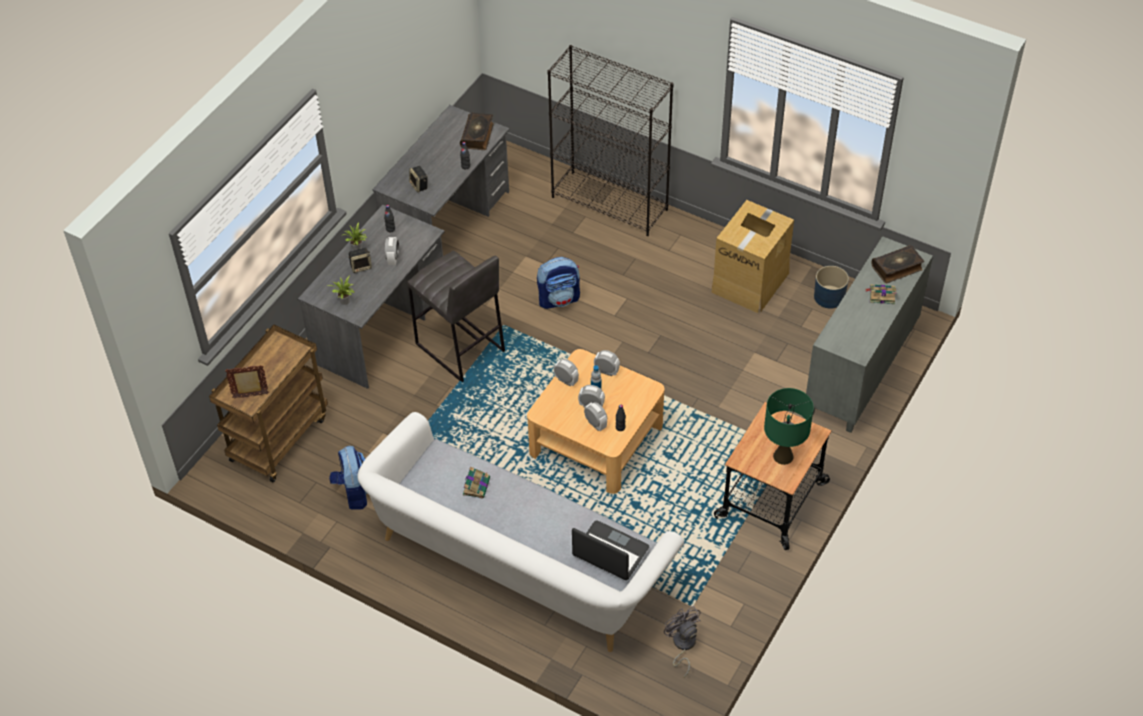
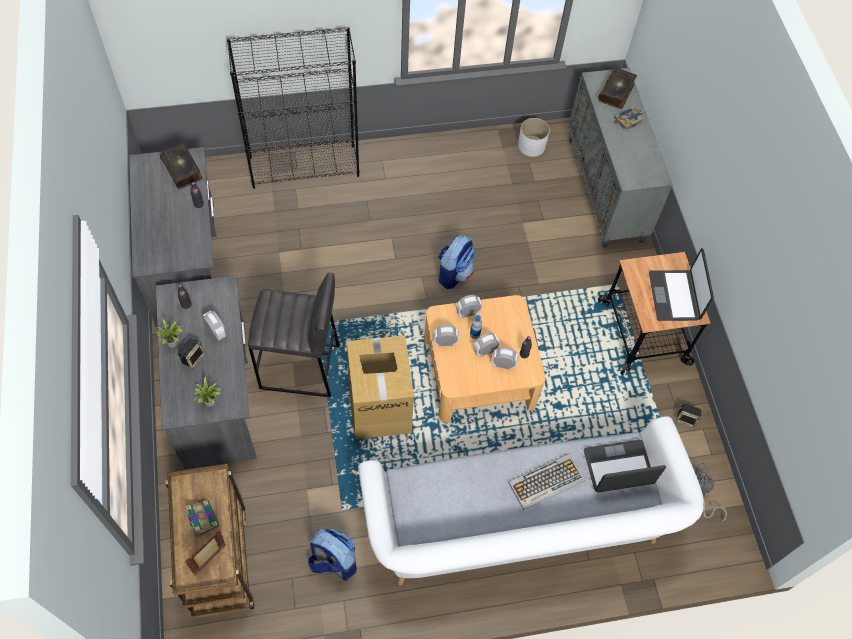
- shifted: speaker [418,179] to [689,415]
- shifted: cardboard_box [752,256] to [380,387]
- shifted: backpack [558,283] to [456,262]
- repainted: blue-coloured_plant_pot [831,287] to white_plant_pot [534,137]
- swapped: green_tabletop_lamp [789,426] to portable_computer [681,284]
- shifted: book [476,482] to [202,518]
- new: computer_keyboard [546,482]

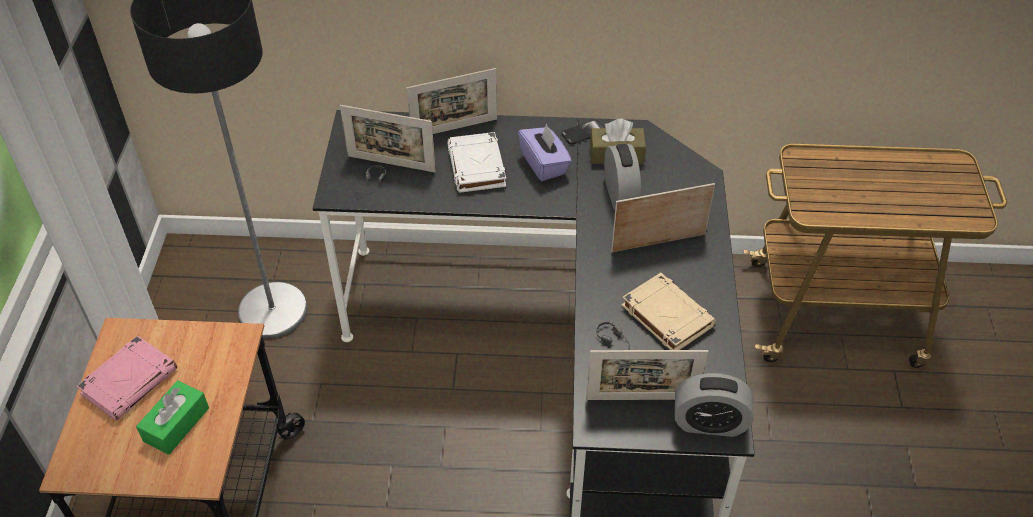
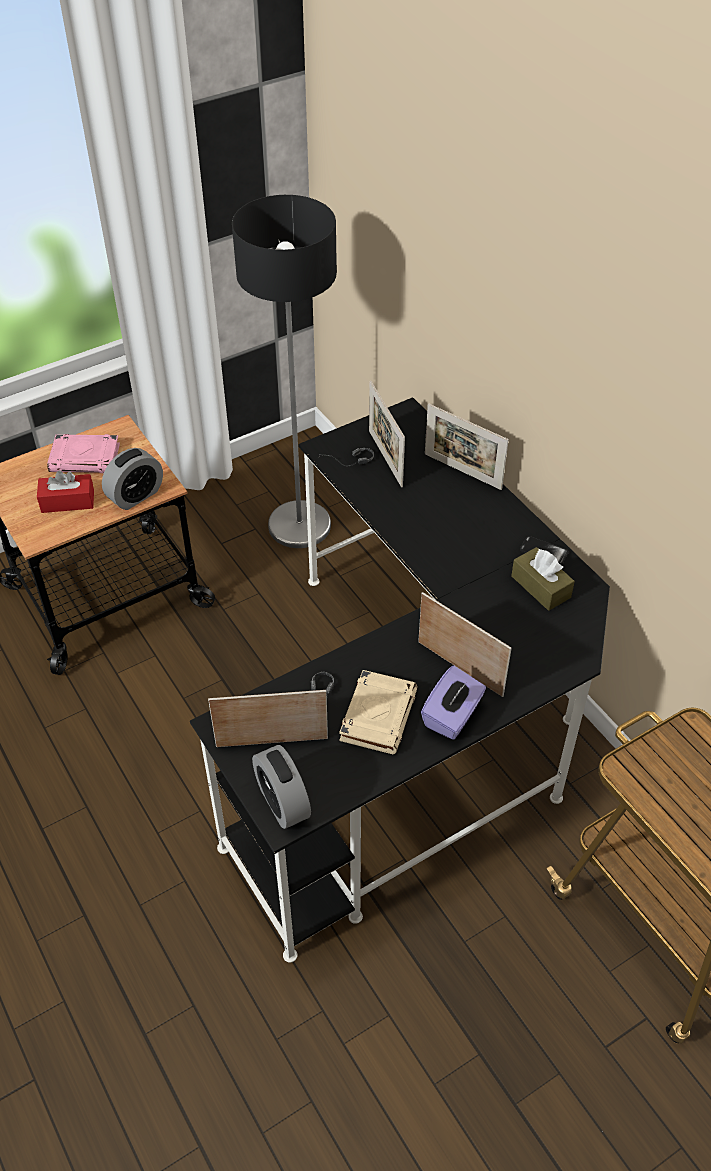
- shifted: purple-coloured_tissue_holder [545,152] to [453,703]
- gone: white_book [476,162]
- shifted: alarm_clock [622,177] to [132,479]
- rotated: standing_frame [647,375] = [268,718] 120 degrees clockwise
- repainted: green_tissue_holder [172,417] to red_tissue_holder [65,491]

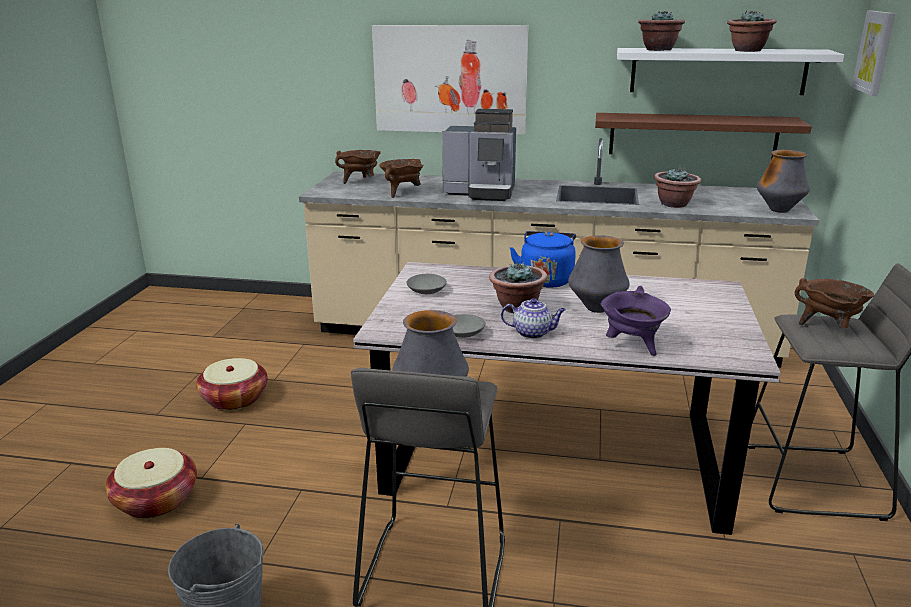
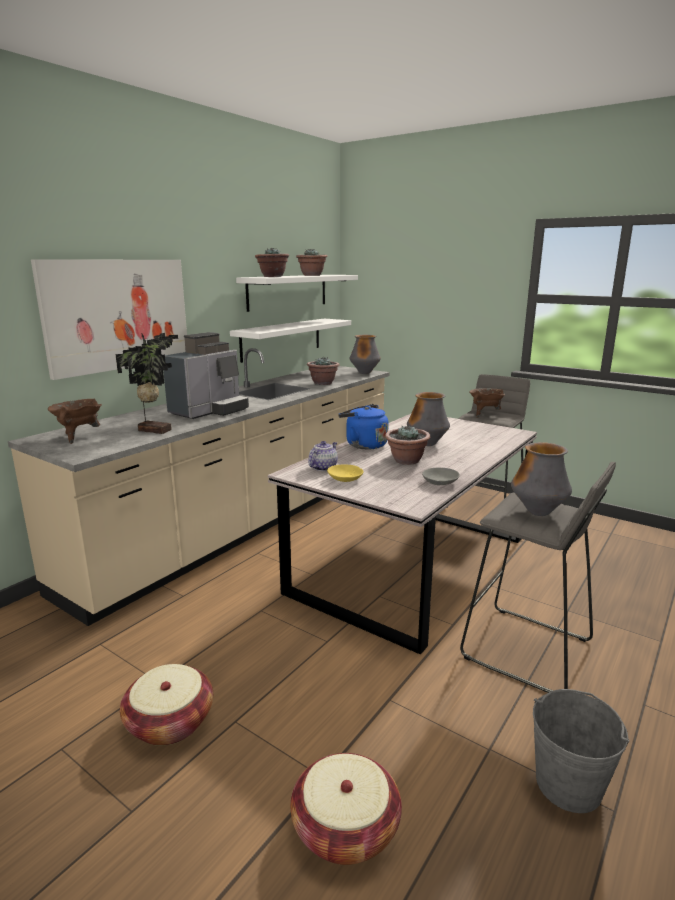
- gone: wall_picture [873,53]
- repainted: brown_shelf [703,136] to white_shelf [290,341]
- swapped: brown_stockpot [401,178] to houseplant [146,383]
- repainted: grey_bowl [427,284] to yellow_bowl [345,473]
- gone: purple-coloured_stockpot [636,321]
- shifted: teapot [533,318] to [323,456]

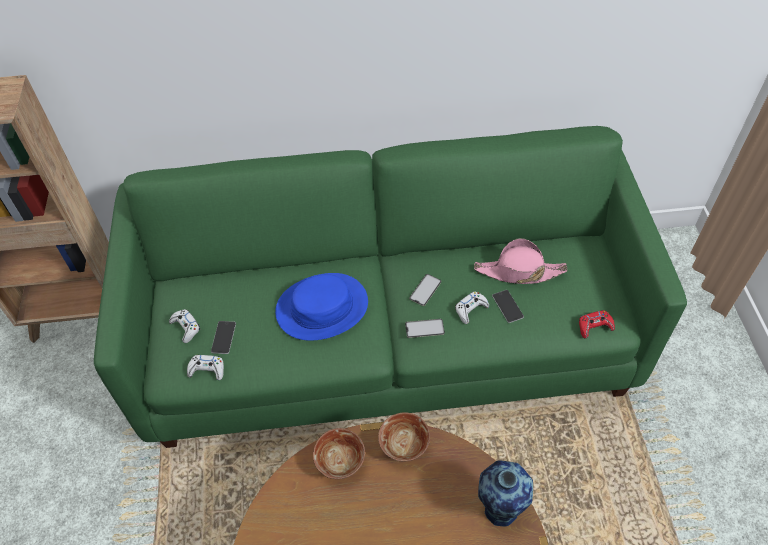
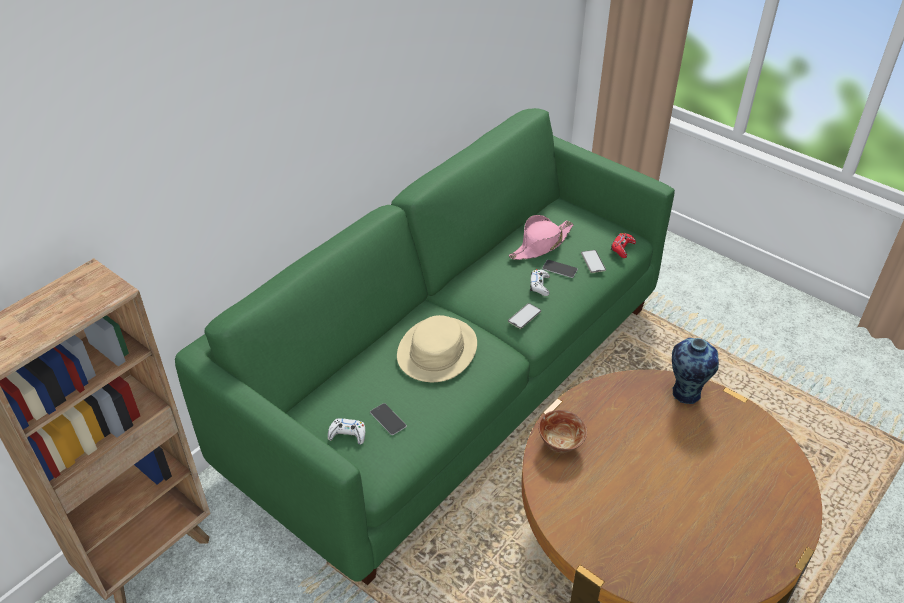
- repainted: blue-coloured_wearable_hat [321,307] to sand-coloured_wearable_hat [437,348]
- shifted: telephone [425,290] to [593,261]
- gone: white_joypad [205,367]
- gone: bowl [404,436]

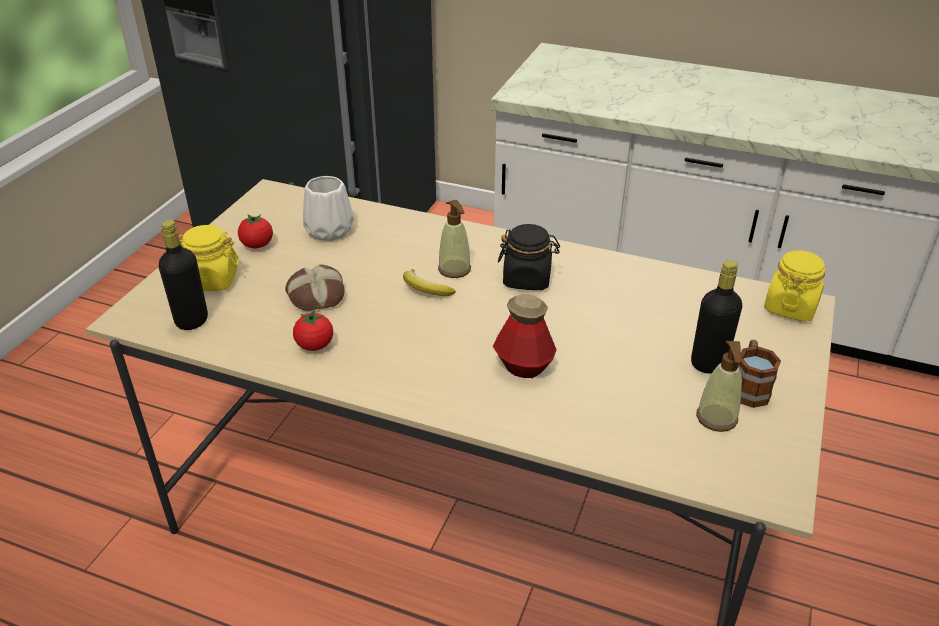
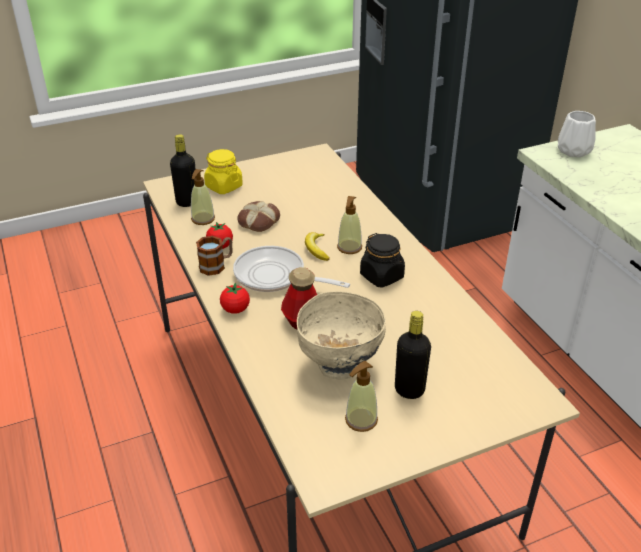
- shifted: white_vase [328,208] to [577,134]
- shifted: fresh_tomato [255,232] to [235,298]
- gone: yellow_storage_jar [794,286]
- shifted: coffee_mug [759,374] to [214,256]
- new: soap_bottle [203,197]
- new: skillet [291,269]
- new: sand-coloured_bowl [341,335]

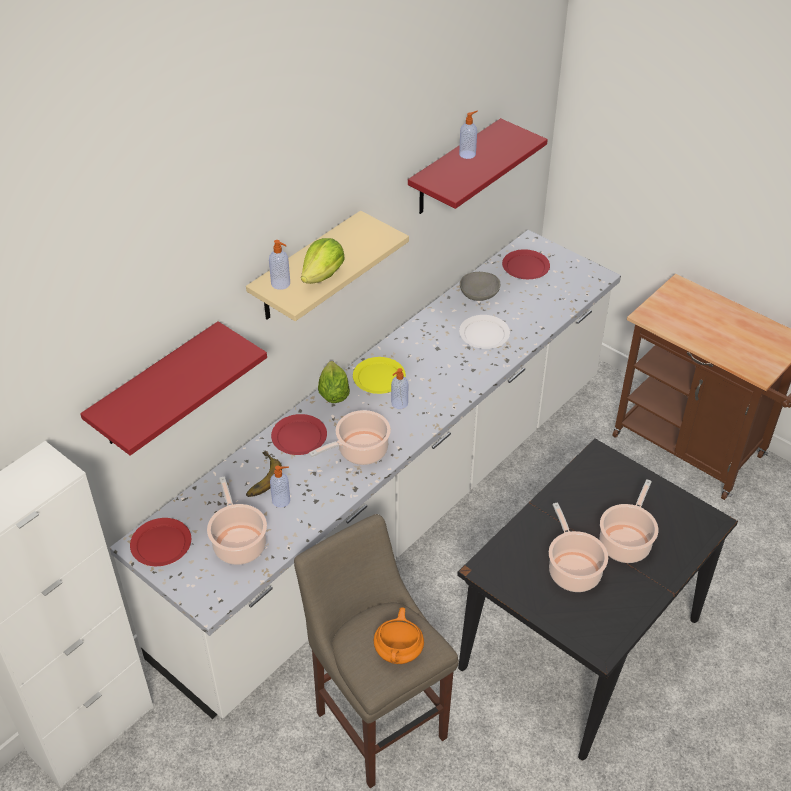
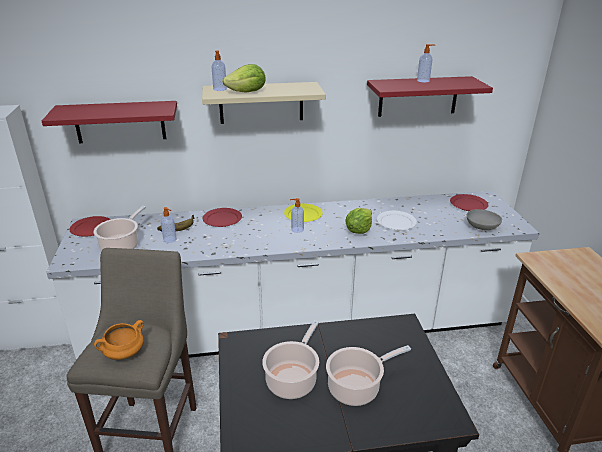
- shifted: grey_bowl [480,286] to [484,219]
- shifted: lettuce_head [334,382] to [358,221]
- gone: stockpot [350,437]

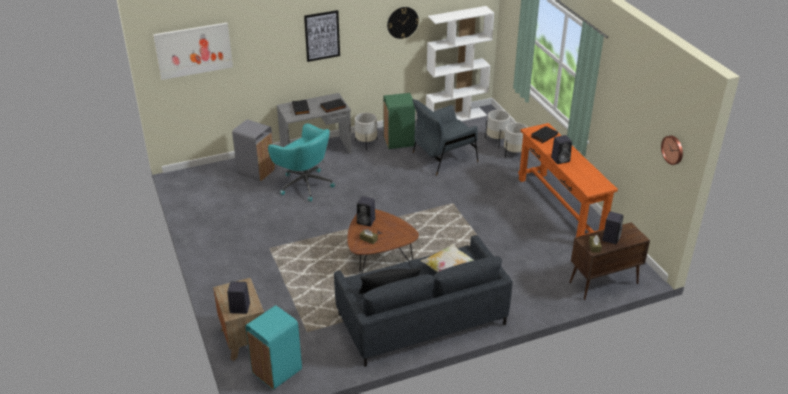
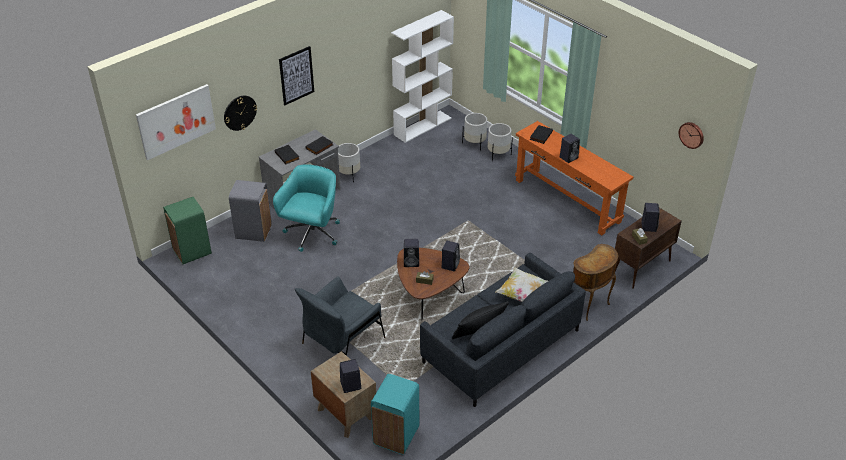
- shifted: wall_clock [403,23] to [240,113]
- shifted: green_waste_bin [399,121] to [187,230]
- shifted: grey_lounge_chair [445,137] to [340,316]
- rotated: blue-green_desk_chair [301,162] = [306,208] 90 degrees counterclockwise
- new: black-coloured_speaker [451,256]
- new: brown_side_table [595,282]

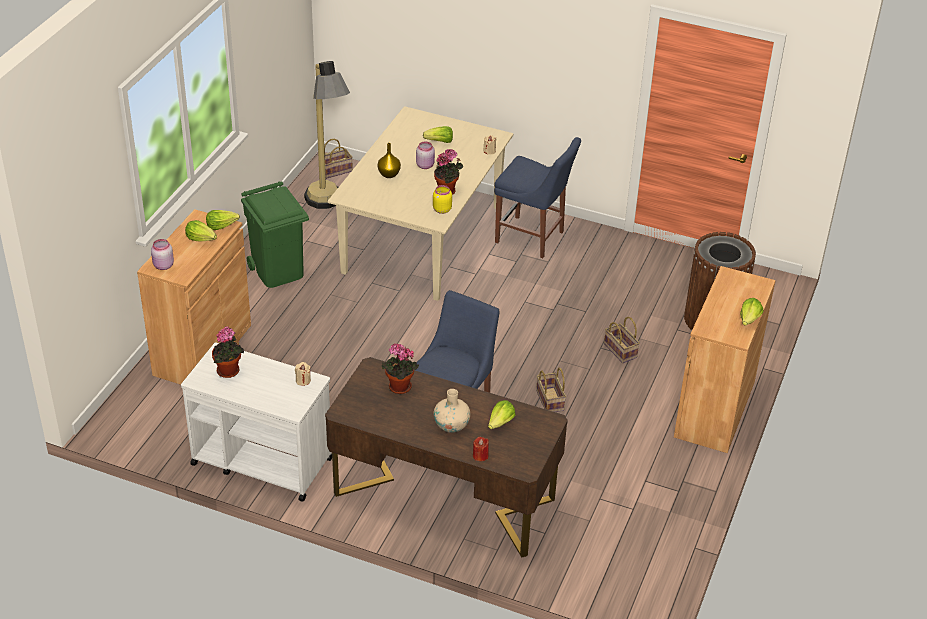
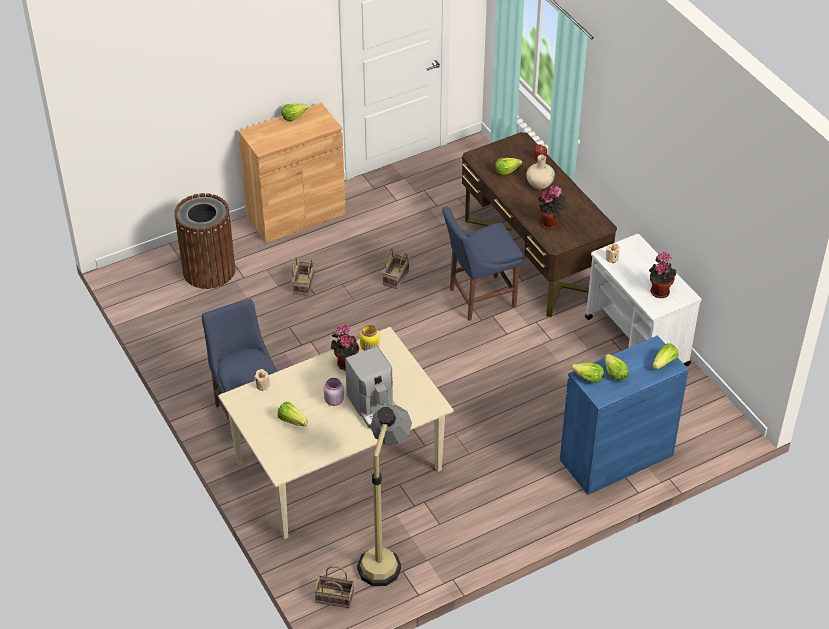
- swapped: yellow_vase [389,160] to coffee_machine [370,387]
- gone: green_waste_bin [275,234]
- repainted: brown_cabinet [194,297] to blue-coloured_cabinet [624,415]
- swapped: pink_storage_jar [162,254] to lettuce_head [665,356]

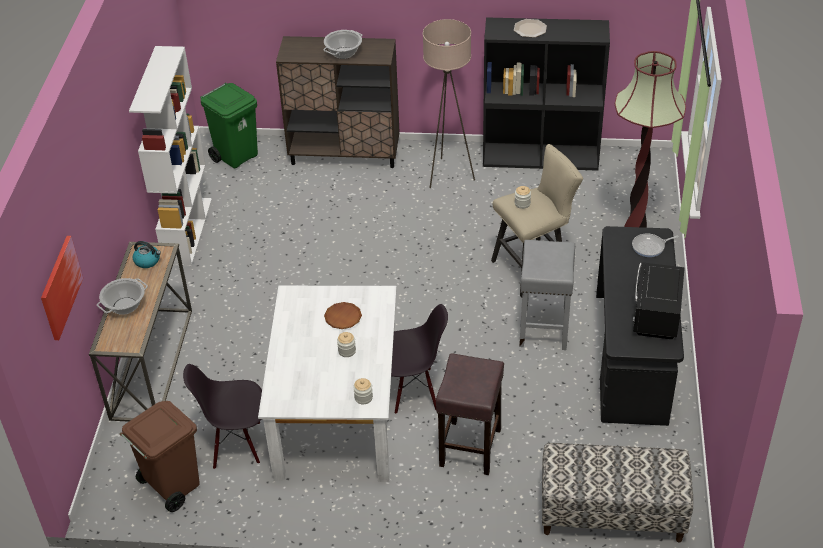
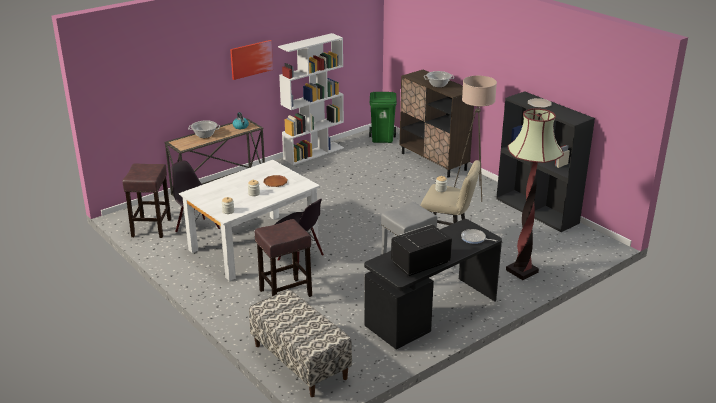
- shifted: wall_picture [62,288] to [251,60]
- swapped: brown_waste_bin [159,456] to brown_stool [146,200]

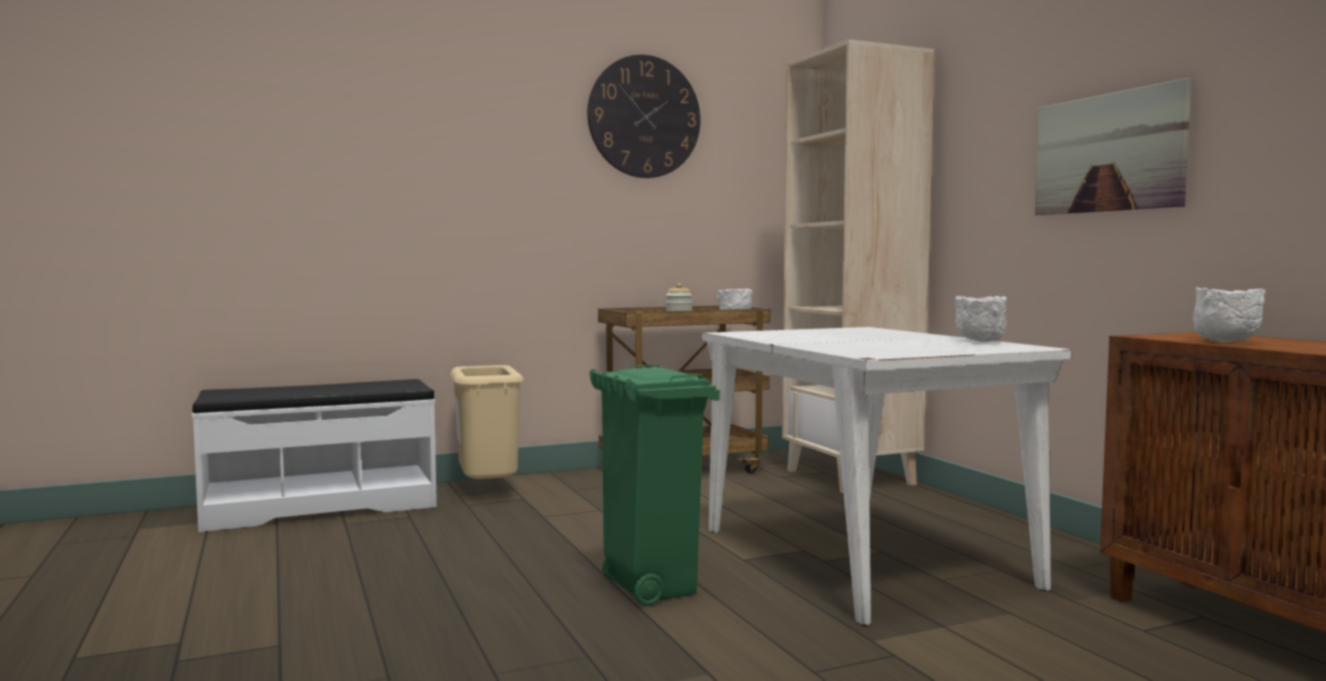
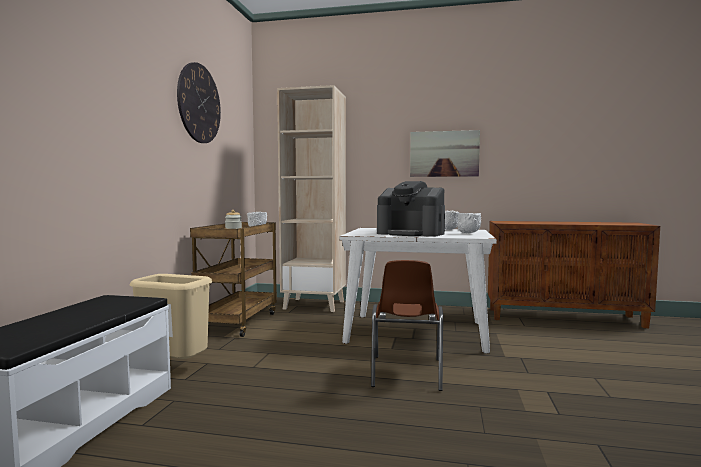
- shifted: white_bowl [1229,314] to [469,223]
- swapped: green_waste_bin [654,485] to brown_upright_chair [407,325]
- new: coffee_machine [411,209]

